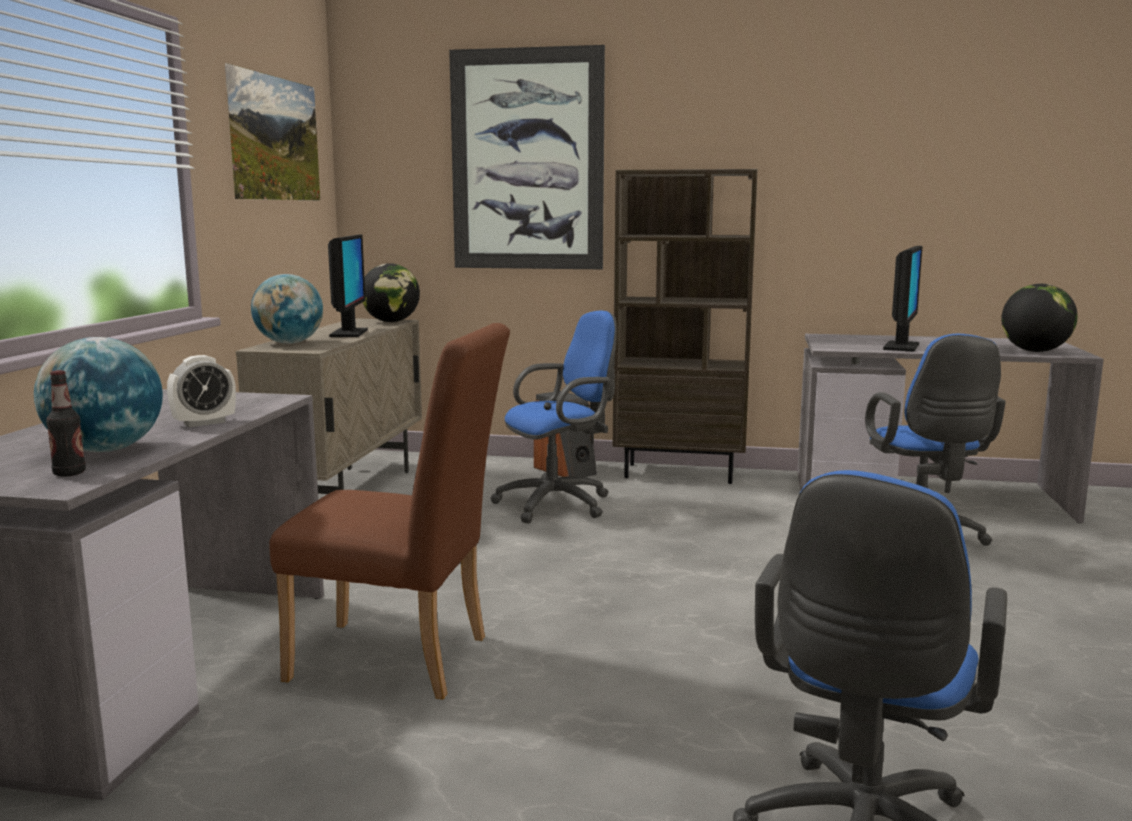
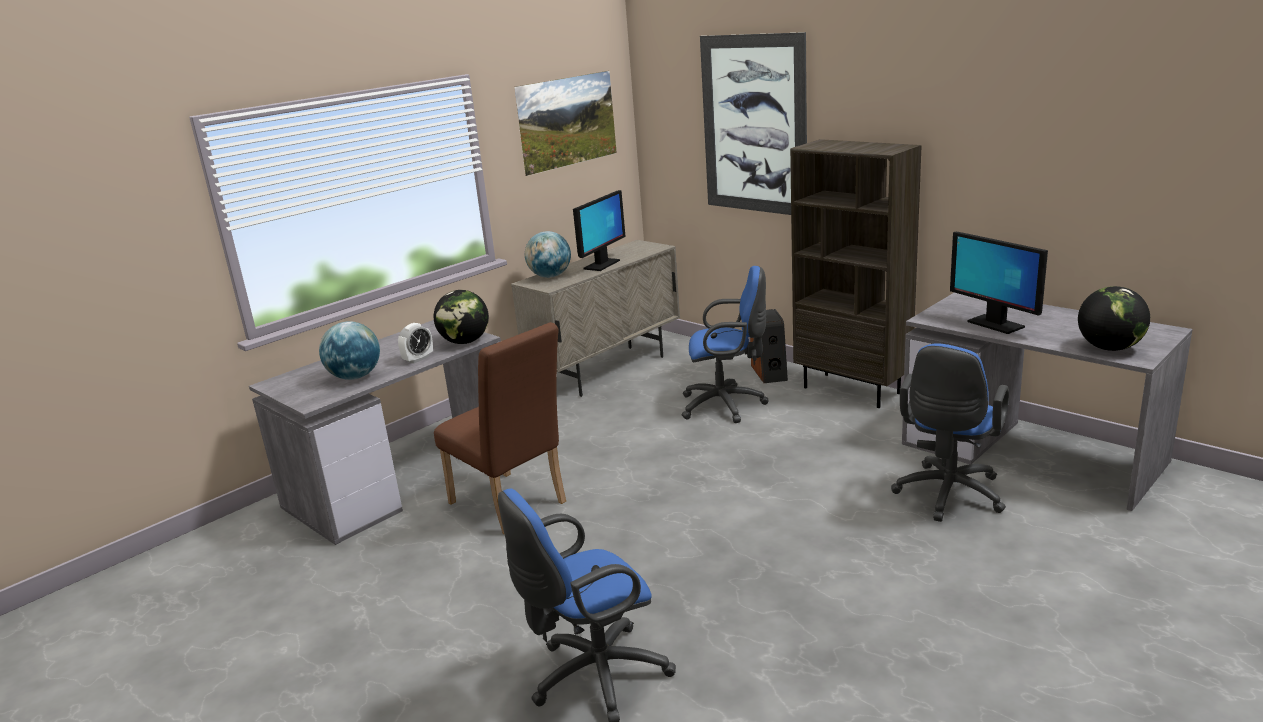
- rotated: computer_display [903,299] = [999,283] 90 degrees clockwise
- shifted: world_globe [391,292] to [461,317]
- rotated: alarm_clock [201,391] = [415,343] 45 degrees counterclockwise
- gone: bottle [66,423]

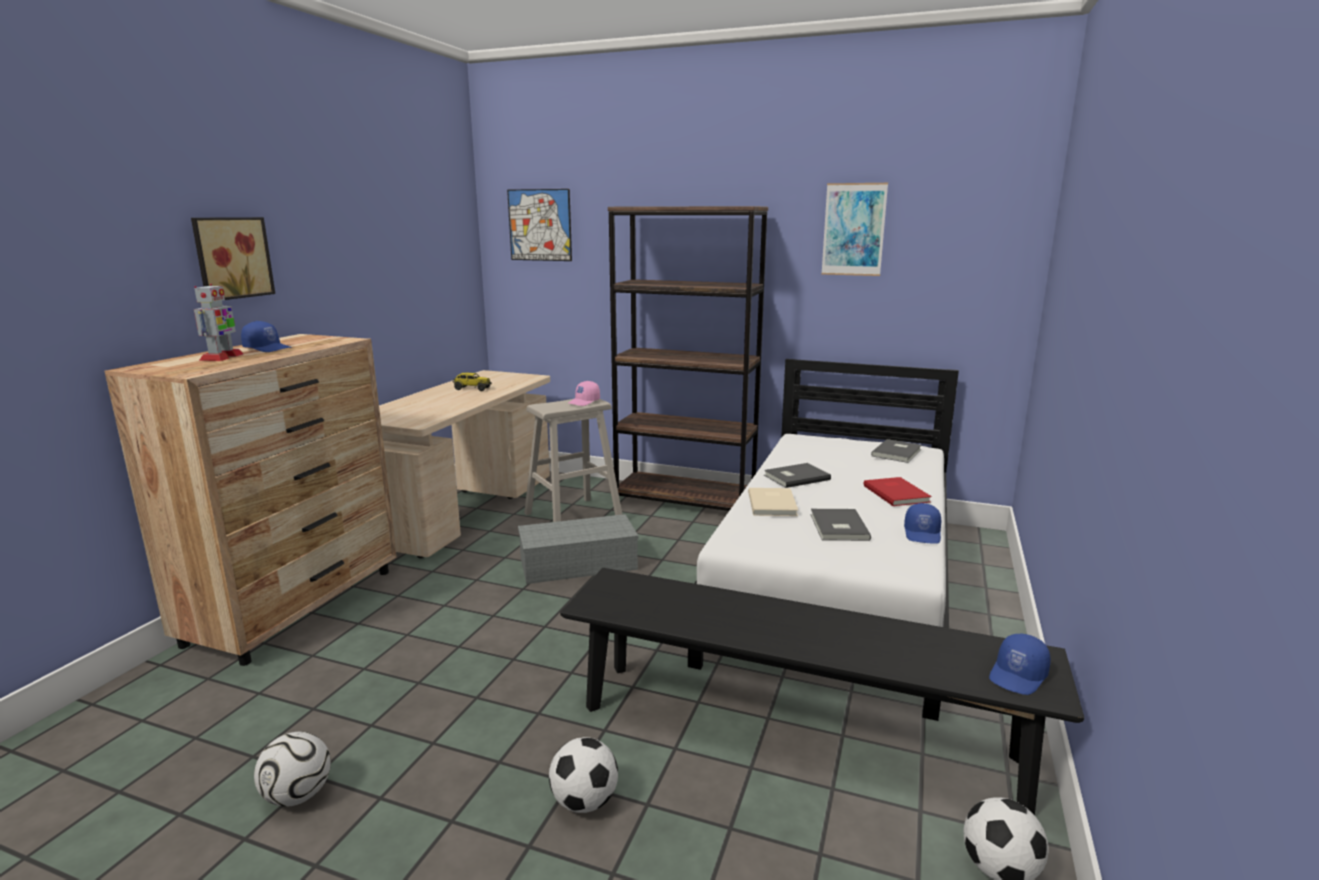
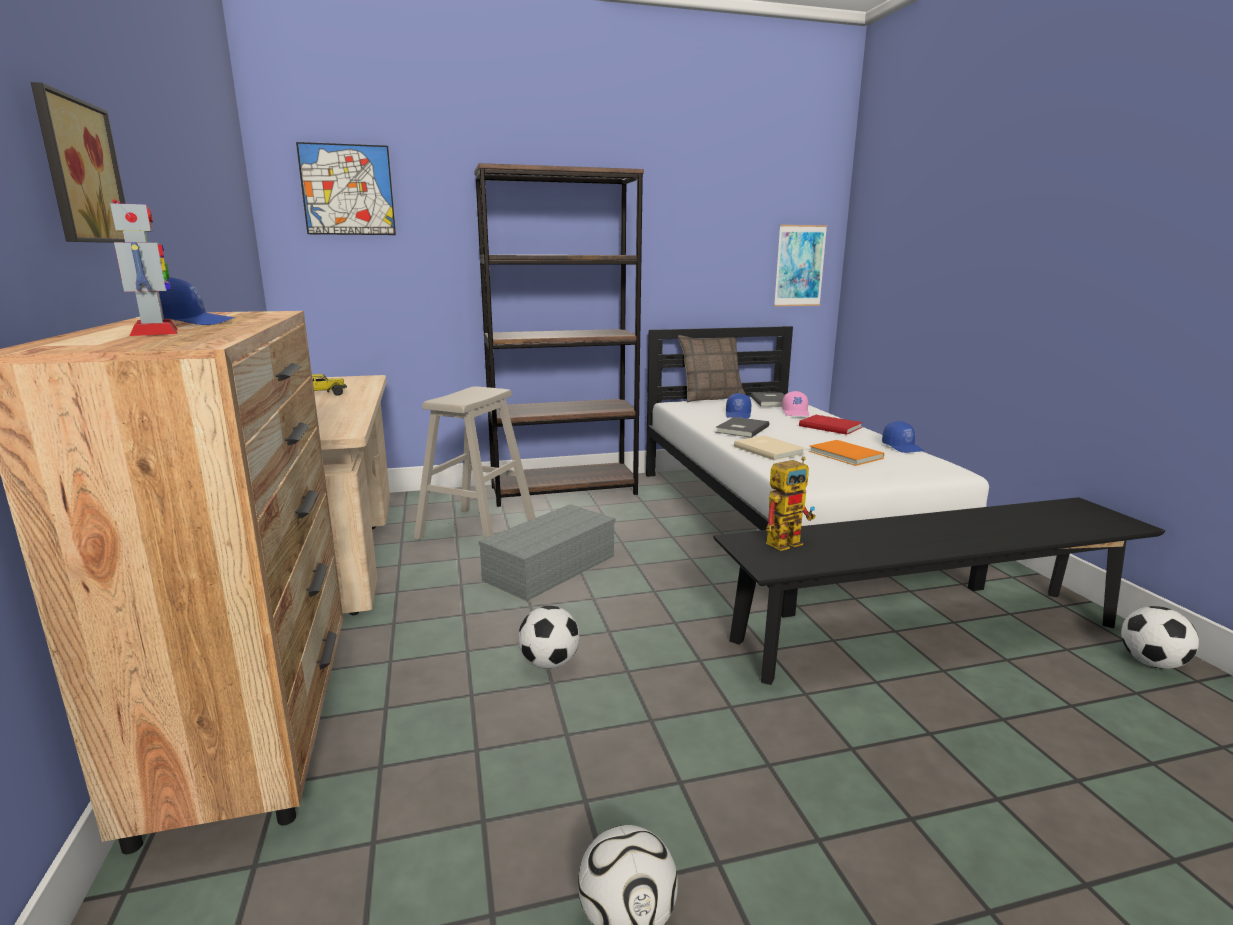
- shifted: wall_picture [854,229] to [800,265]
- shifted: pink_baseball_cap [584,393] to [795,403]
- repainted: grey_book [840,525] to orange-coloured_book [846,453]
- shifted: blue-coloured_baseball_cap [1020,664] to [738,405]
- shifted: football [583,775] to [549,637]
- new: throw_pillow [711,369]
- new: model_robot [791,504]

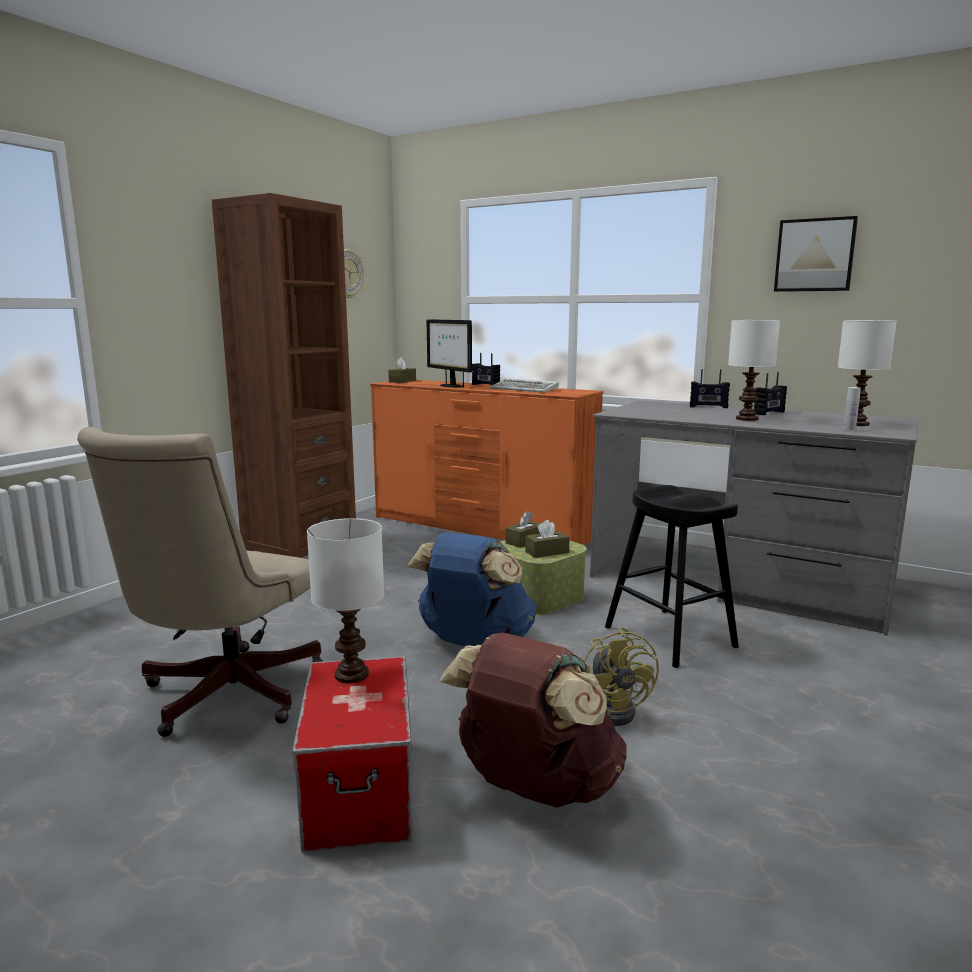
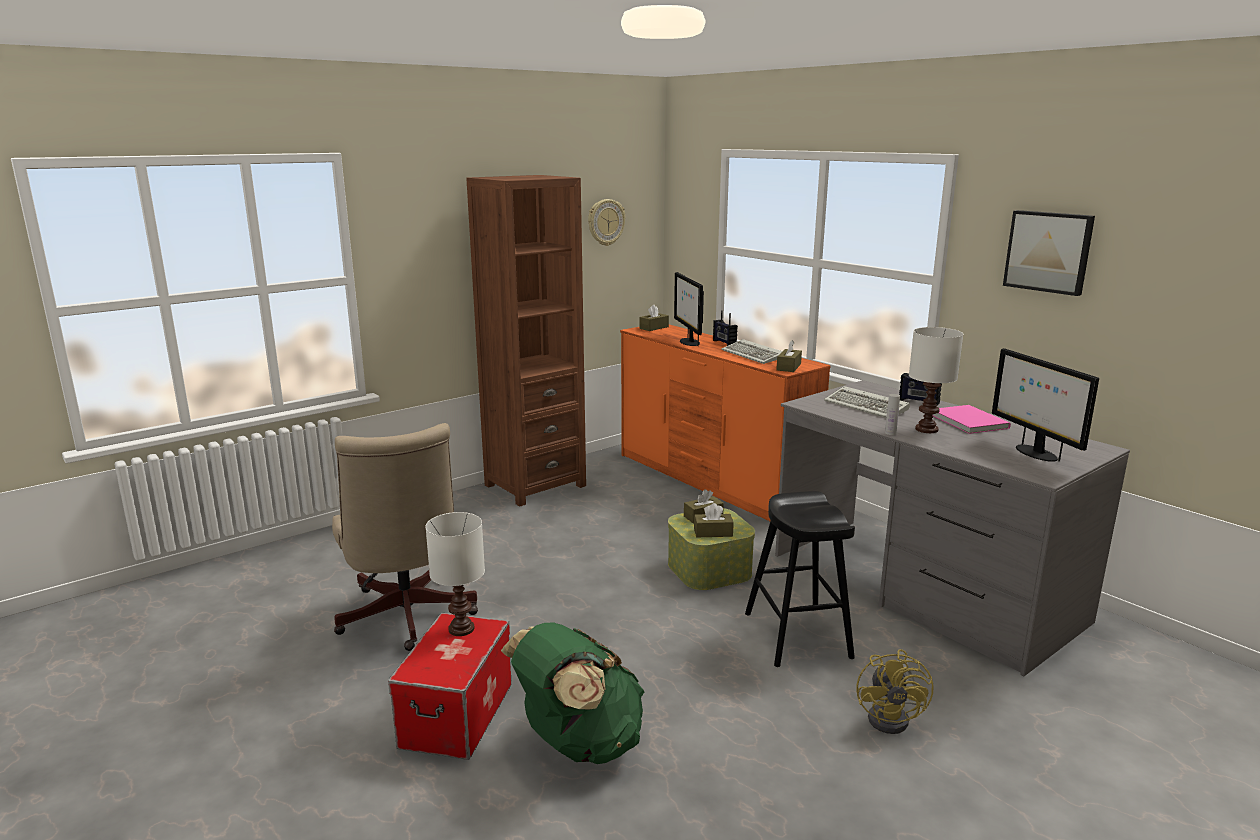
- swapped: white_tabletop_lamp [867,373] to computer_display [1045,405]
- swapped: radio [770,393] to pink_book [971,419]
- shifted: white_bottle [852,408] to [892,414]
- rotated: sand-coloured_desk_chair [200,582] = [405,537] 60 degrees counterclockwise
- gone: blue-coloured_backpack [471,589]
- shifted: yellow_cooling_fan [621,676] to [895,691]
- repainted: brown_backpack [533,720] to green_backpack [572,693]
- new: brown_tissue_holder [789,356]
- new: computer_keyboard [867,402]

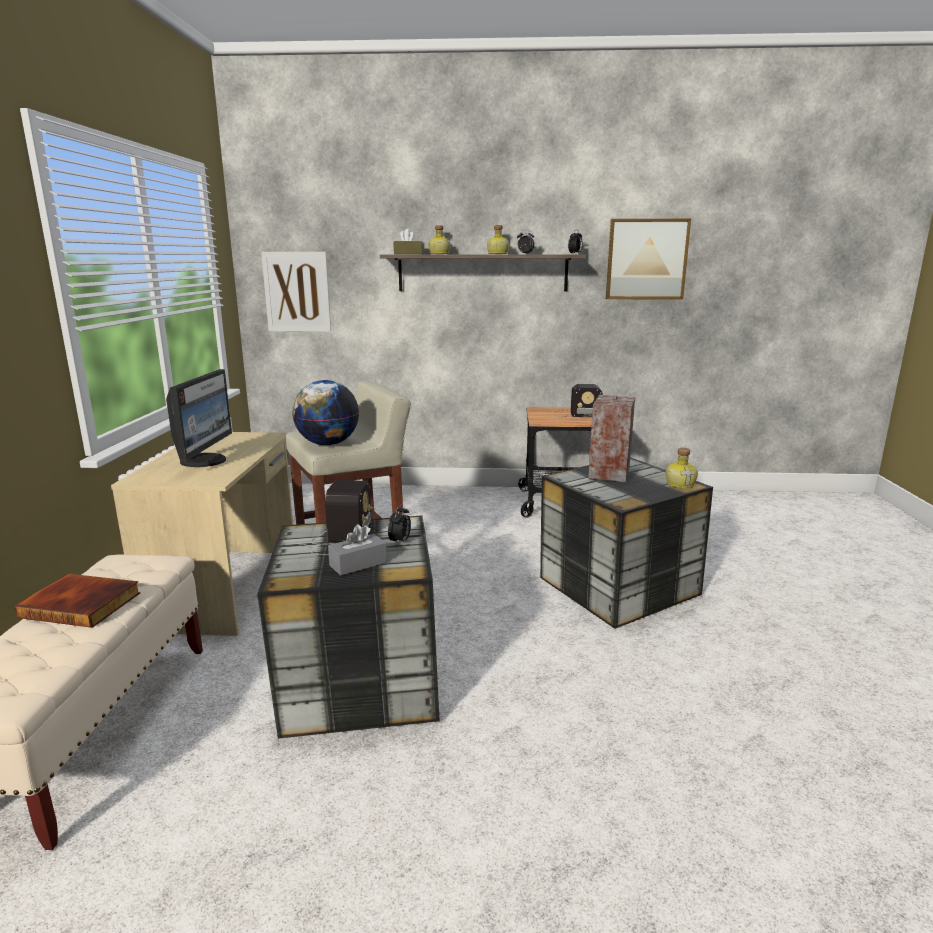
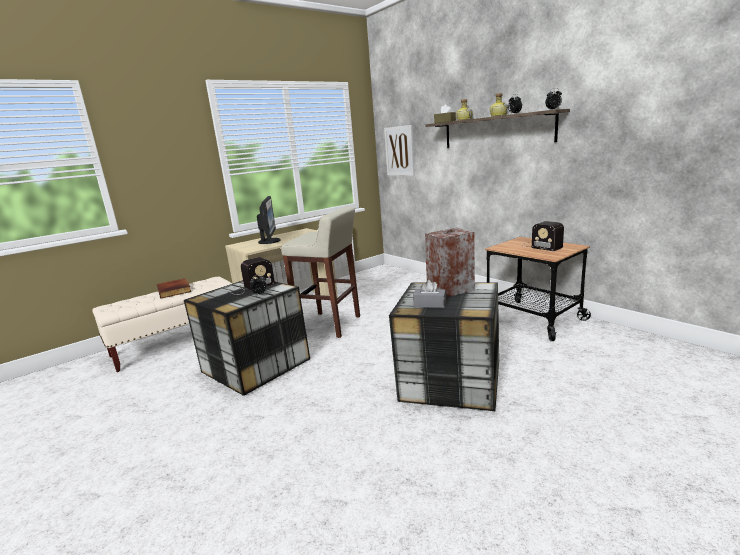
- gone: wall_picture [648,259]
- rotated: computer_display [199,418] = [269,220] 60 degrees counterclockwise
- gone: world_globe [325,412]
- gone: bottle [682,468]
- shifted: grey_tissue_holder [357,550] to [429,294]

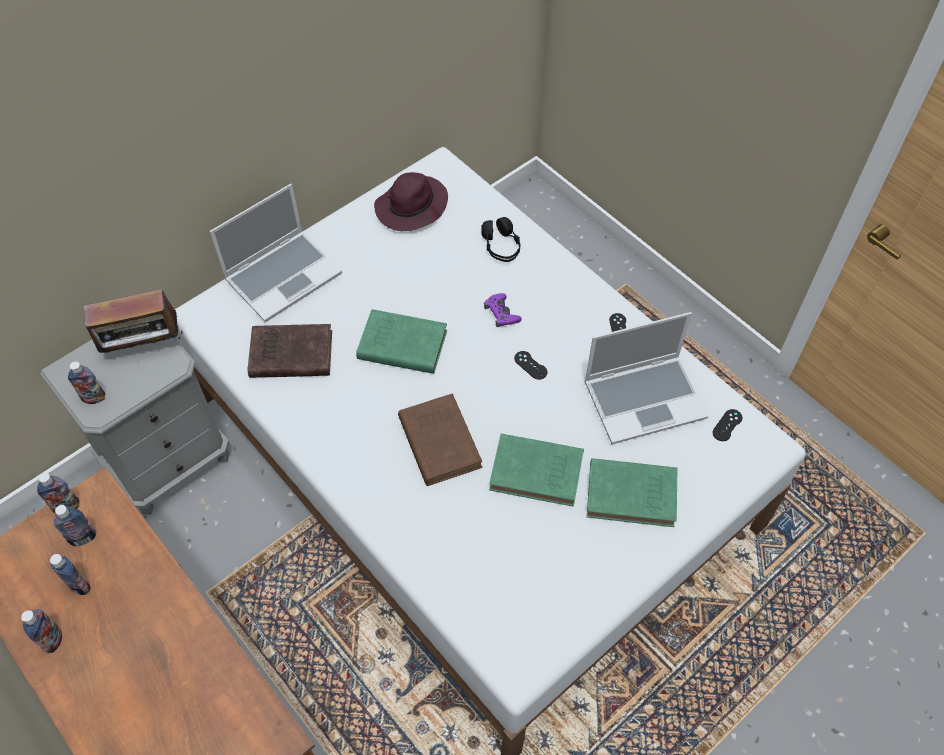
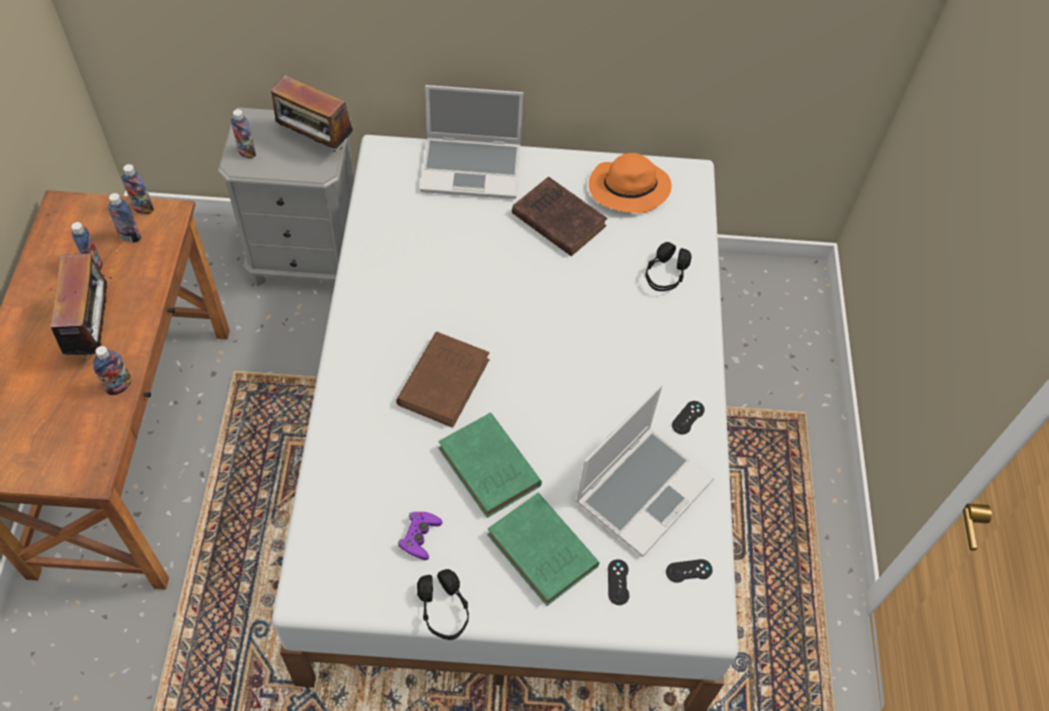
- repainted: purple-coloured_wearable_hat [411,201] to orange-coloured_wearable_hat [630,183]
- shifted: purple-coloured_joypad [502,310] to [420,536]
- gone: green_book [401,341]
- rotated: portable_computer [646,378] = [645,471] 75 degrees counterclockwise
- shifted: brown_book [289,351] to [559,216]
- shifted: black-coloured_joypad [530,365] to [618,582]
- shifted: bottle [41,631] to [112,370]
- new: radio [78,307]
- new: black-coloured_pair_of_headphones [443,604]

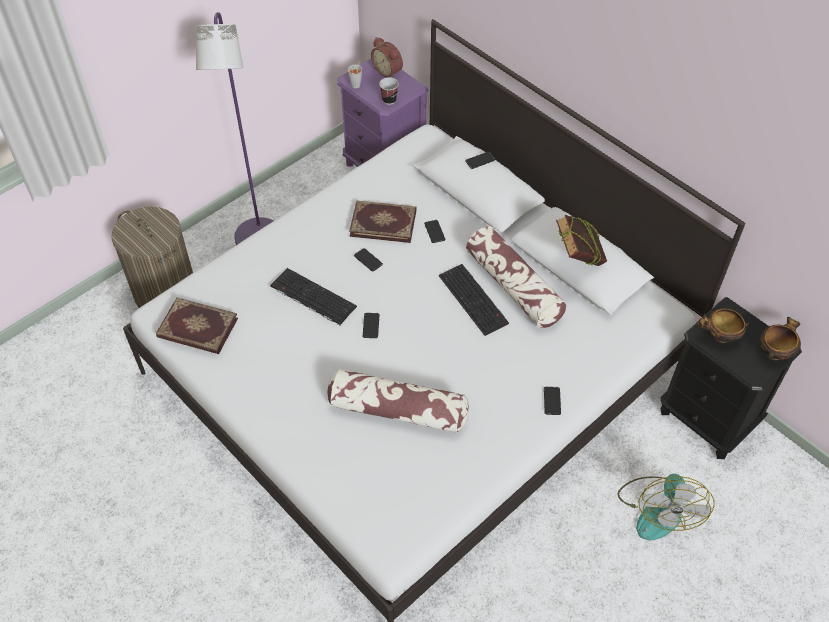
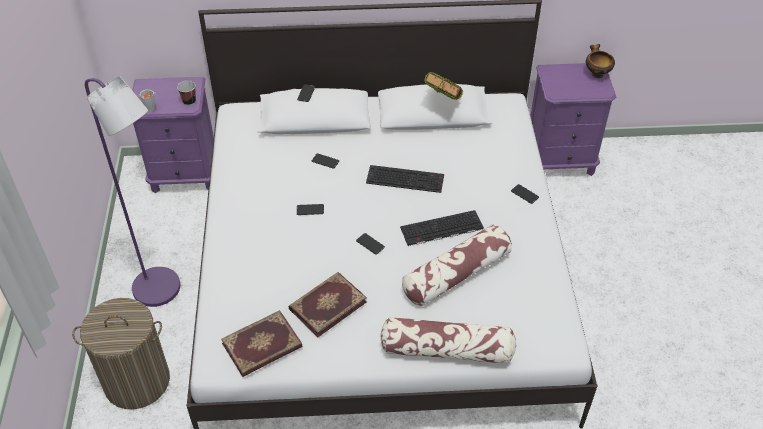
- gone: alarm_clock [387,58]
- shifted: book [383,222] to [328,304]
- shifted: throw_pillow [516,277] to [448,340]
- shifted: computer_keyboard [313,296] to [442,228]
- repainted: black-coloured_night_table [731,378] to purple-coloured_night_table [573,119]
- gone: bowl [723,325]
- gone: cooling_fan [666,507]

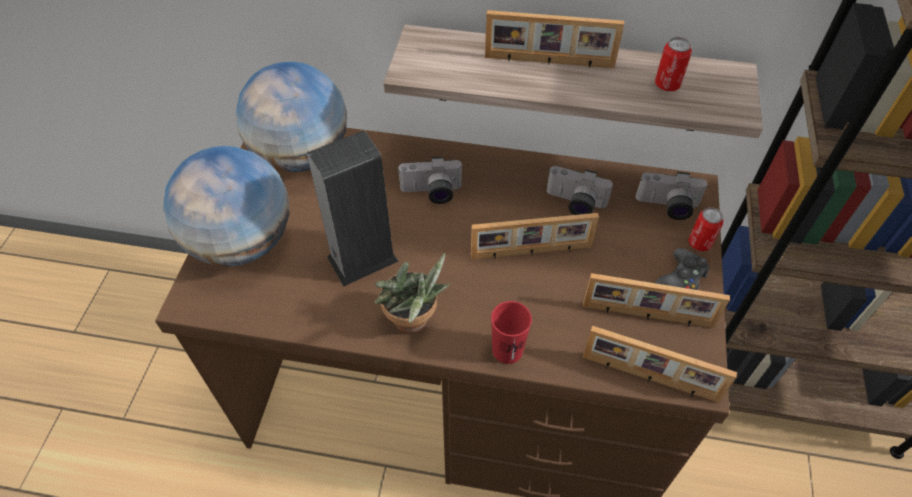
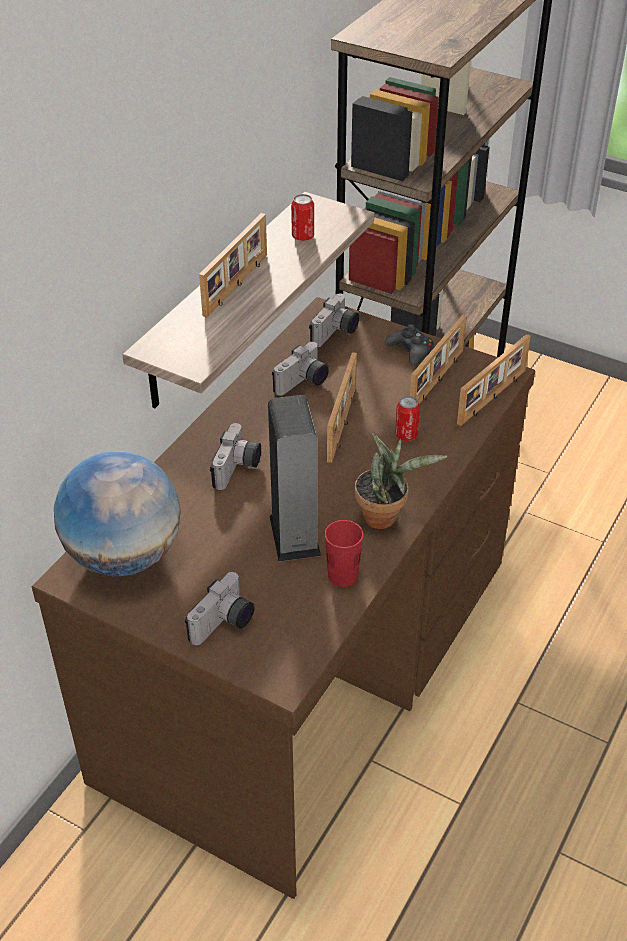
- swapped: world_globe [226,206] to photo_camera [220,608]
- shifted: metal_can [706,229] to [407,418]
- shifted: red_drinking_cup [511,332] to [344,553]

